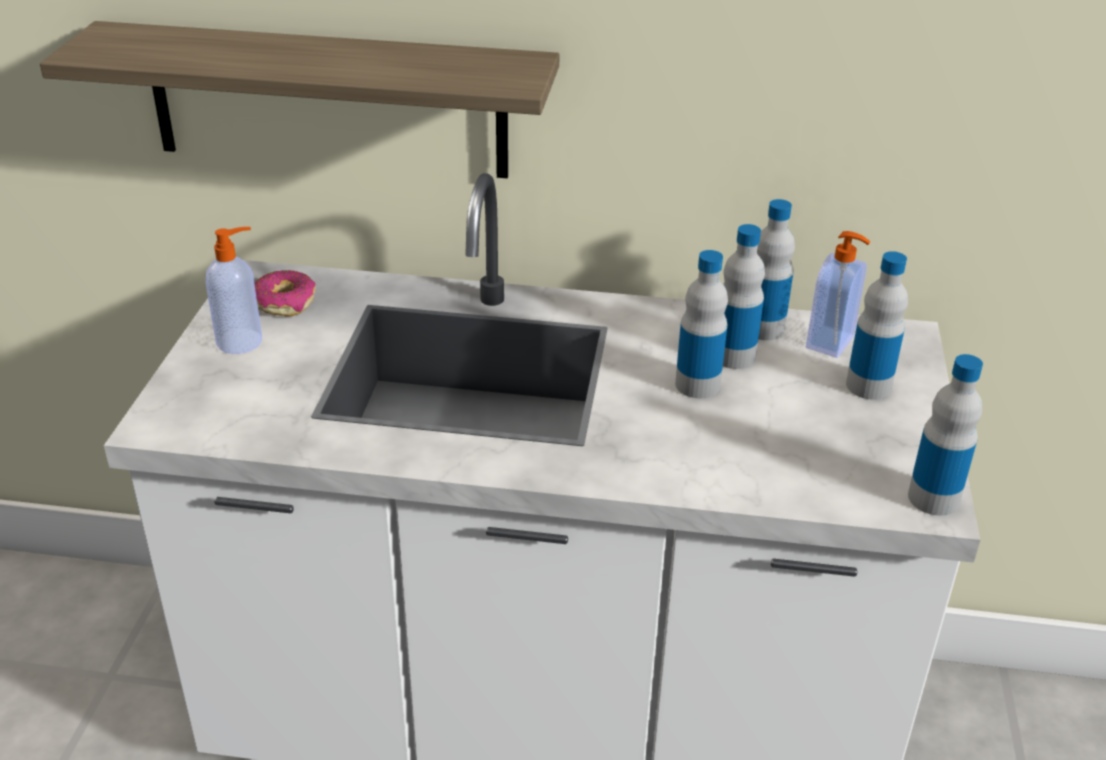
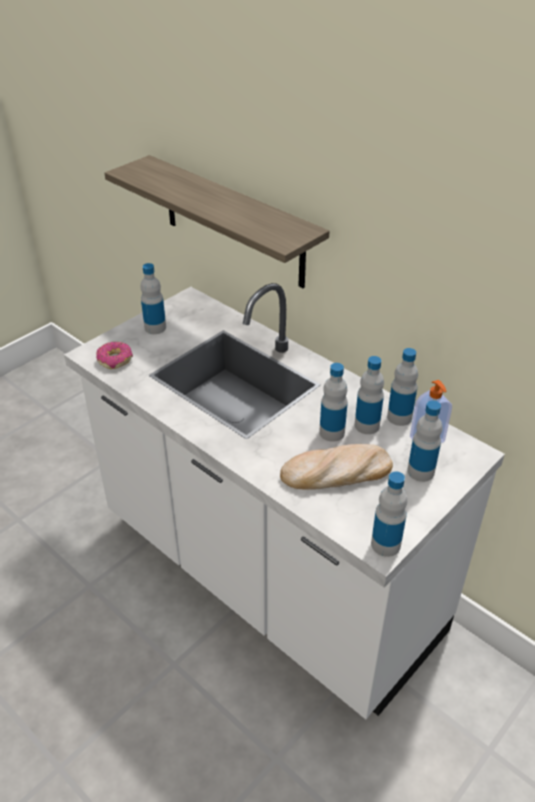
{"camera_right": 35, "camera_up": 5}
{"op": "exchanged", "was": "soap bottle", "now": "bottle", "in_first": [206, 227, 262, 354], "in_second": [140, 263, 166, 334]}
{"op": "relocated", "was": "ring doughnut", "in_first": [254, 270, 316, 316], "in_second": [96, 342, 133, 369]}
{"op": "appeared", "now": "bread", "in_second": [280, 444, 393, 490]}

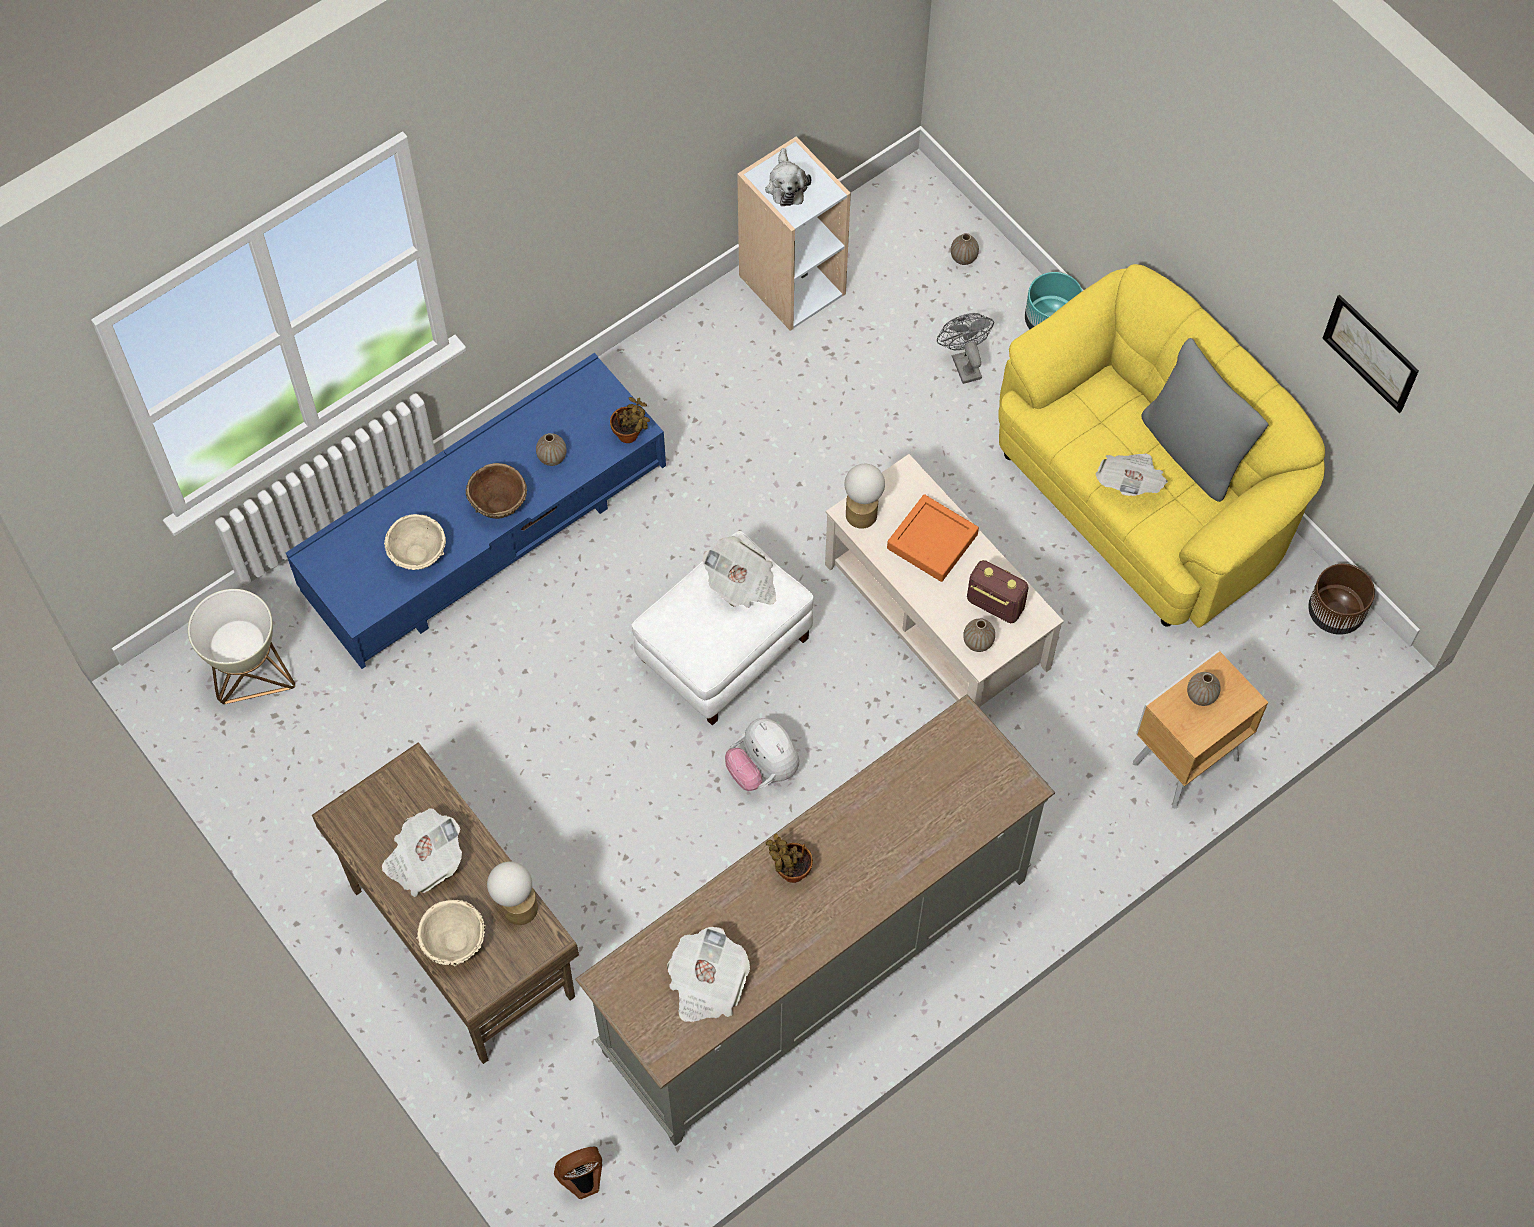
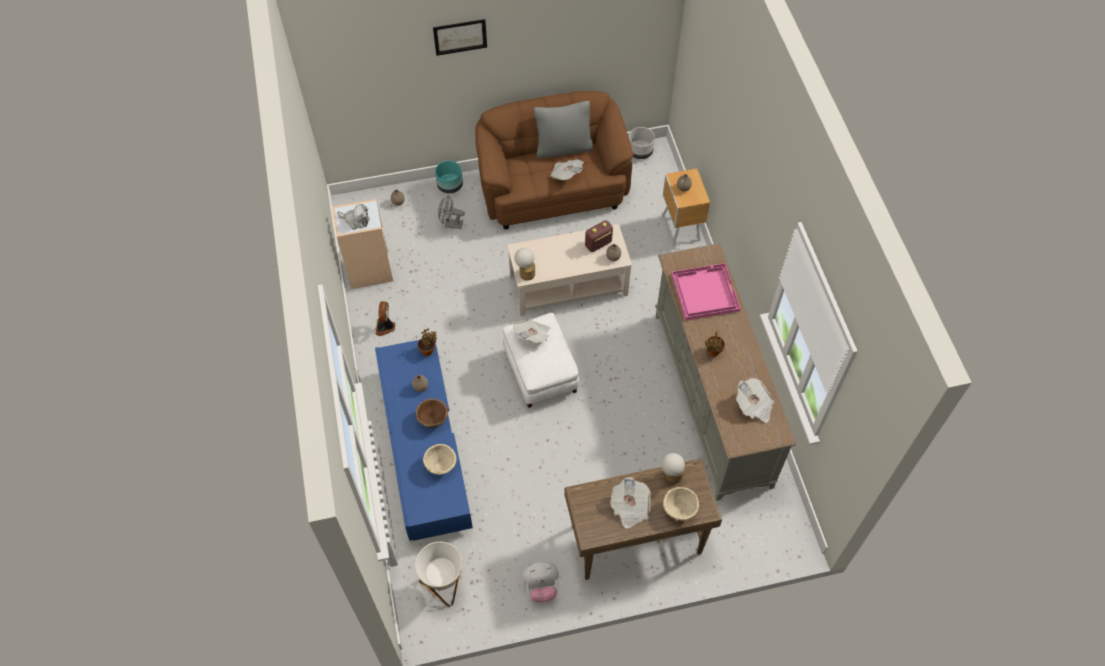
{"camera_right": -65, "camera_up": -5}
{"op": "relocated", "was": "cooling fan", "in_first": [554, 1147, 602, 1199], "in_second": [376, 301, 395, 336]}
{"op": "relocated", "was": "cuddly toy", "in_first": [725, 718, 799, 791], "in_second": [522, 562, 559, 602]}
{"op": "missing", "was": "orange-coloured tray", "in_first": [887, 494, 979, 582]}
{"op": "colour", "was": "yellow-coloured sofa", "now": "brownish sofa", "in_first": [998, 264, 1325, 628], "in_second": [475, 91, 634, 229]}
{"op": "colour", "was": "brownish plant pot", "now": "grey plant pot", "in_first": [1308, 564, 1375, 635], "in_second": [629, 127, 655, 159]}
{"op": "relocated", "was": "picture", "in_first": [1322, 295, 1419, 413], "in_second": [433, 19, 487, 56]}
{"op": "appeared", "now": "pinkish tray", "in_second": [672, 263, 741, 320]}

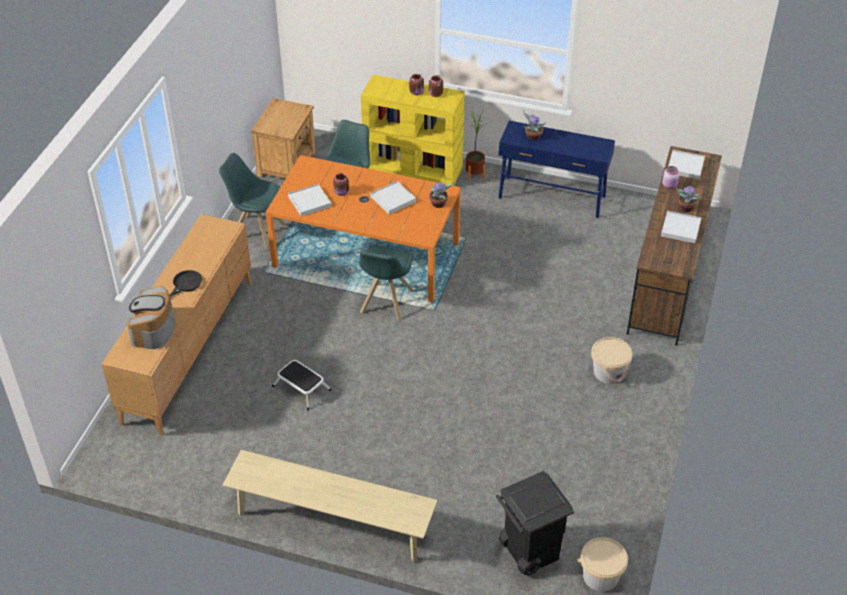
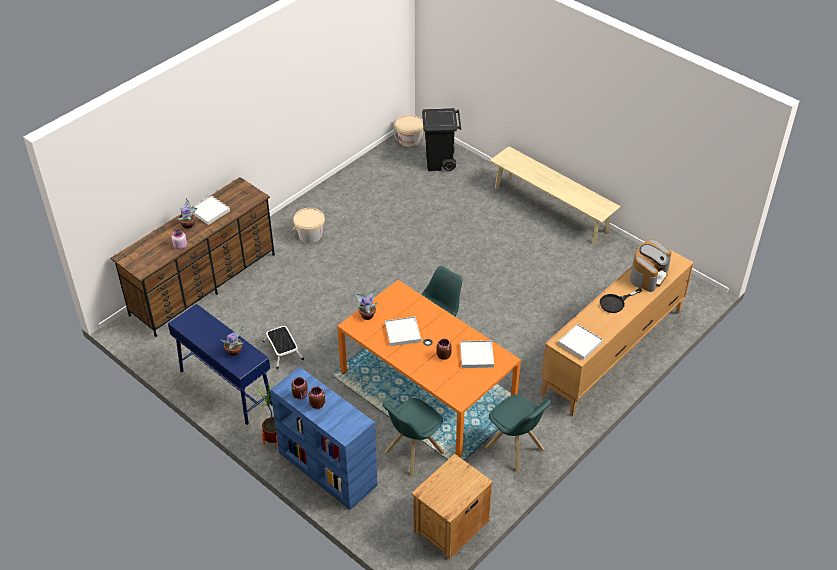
{"camera_right": -155, "camera_up": 0}
{"op": "relocated", "was": "black step ladder", "in_first": [272, 360, 332, 411], "in_second": [262, 326, 304, 369]}
{"op": "colour", "was": "yellow-coloured shelving unit", "now": "bluish shelving unit", "in_first": [361, 75, 465, 186], "in_second": [270, 367, 378, 510]}
{"op": "relocated", "was": "whitish tray", "in_first": [668, 150, 705, 179], "in_second": [558, 324, 603, 360]}

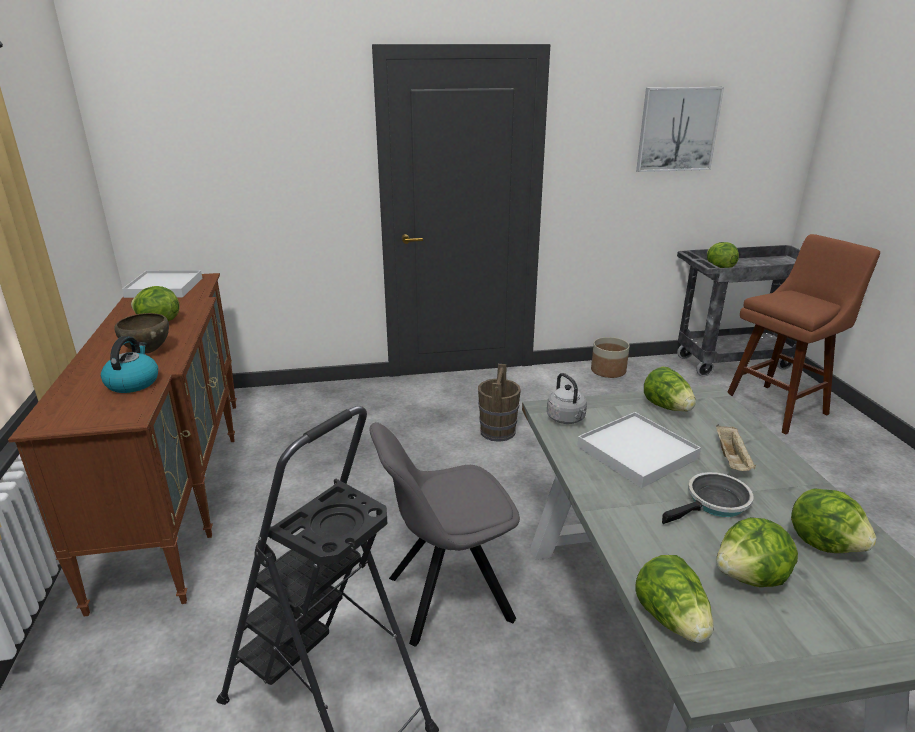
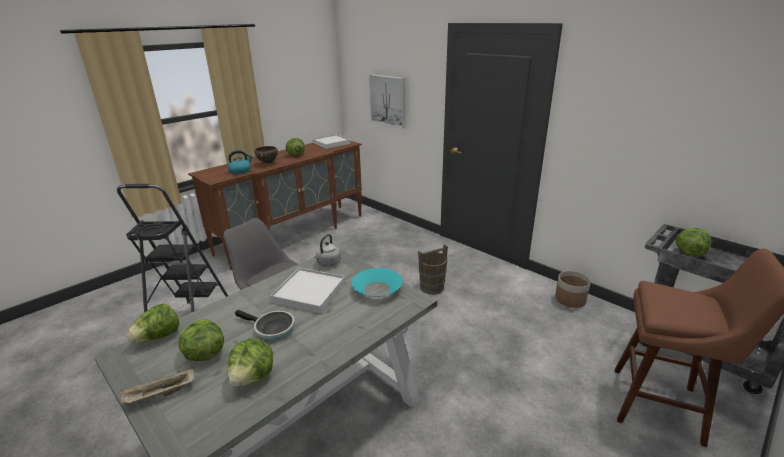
{"camera_right": 55, "camera_up": 0}
{"op": "relocated", "was": "picture", "in_first": [636, 87, 724, 172], "in_second": [369, 74, 405, 128]}
{"op": "exchanged", "was": "lettuce head", "now": "blue-green serving bowl", "in_first": [644, 367, 696, 412], "in_second": [351, 268, 402, 297]}
{"op": "relocated", "was": "beige-coloured tray", "in_first": [716, 424, 756, 471], "in_second": [120, 368, 194, 405]}

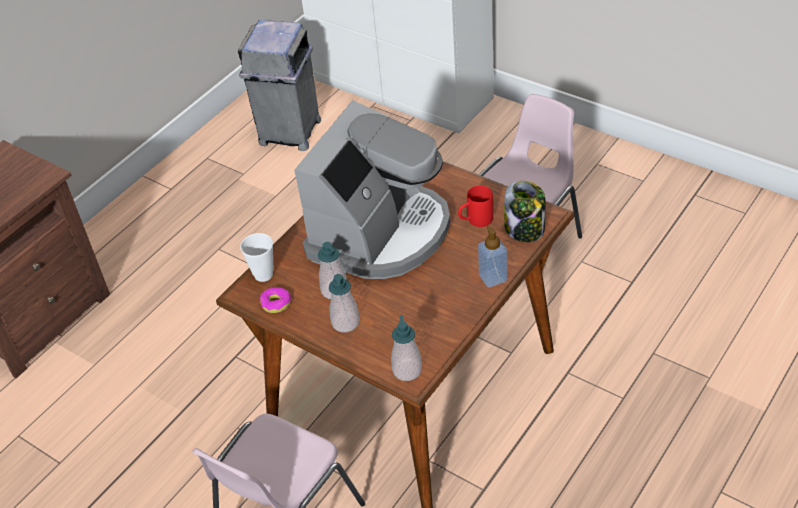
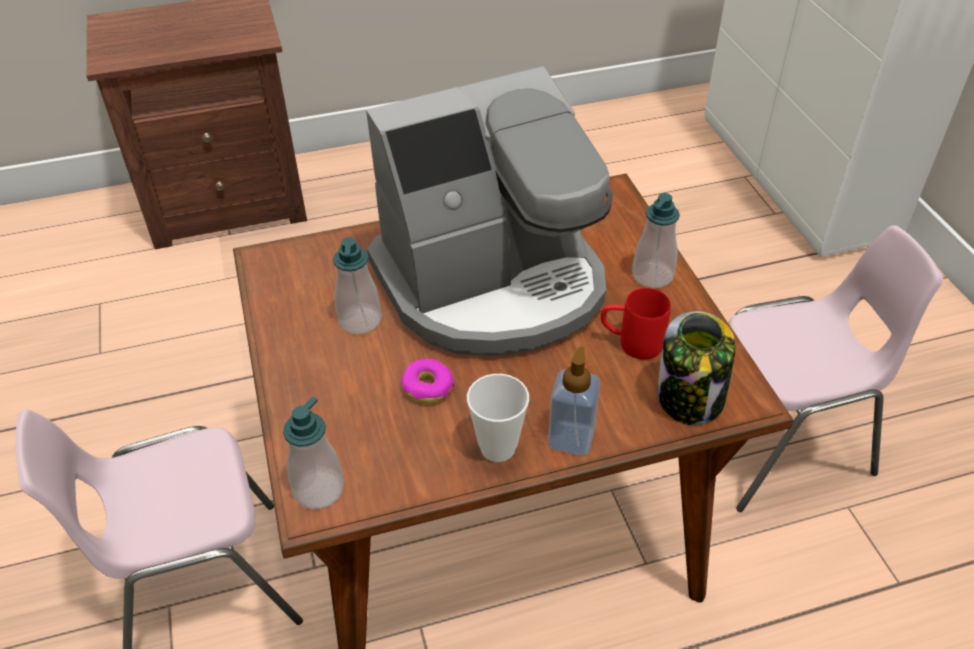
{"camera_right": 35, "camera_up": 0}
{"op": "missing", "was": "grey waste bin", "in_first": [238, 20, 321, 151]}
{"op": "relocated", "was": "small cup", "in_first": [240, 233, 273, 282], "in_second": [467, 374, 529, 462]}
{"op": "relocated", "was": "ring doughnut", "in_first": [260, 287, 291, 313], "in_second": [401, 359, 454, 404]}
{"op": "relocated", "was": "soap bottle", "in_first": [329, 274, 360, 332], "in_second": [632, 193, 680, 288]}

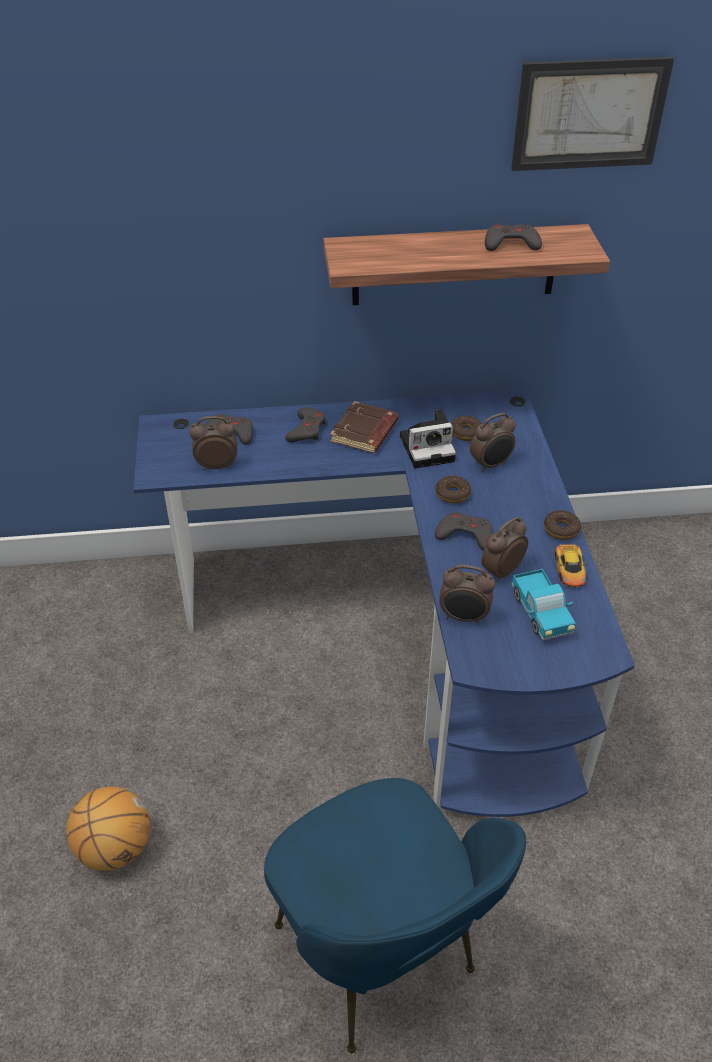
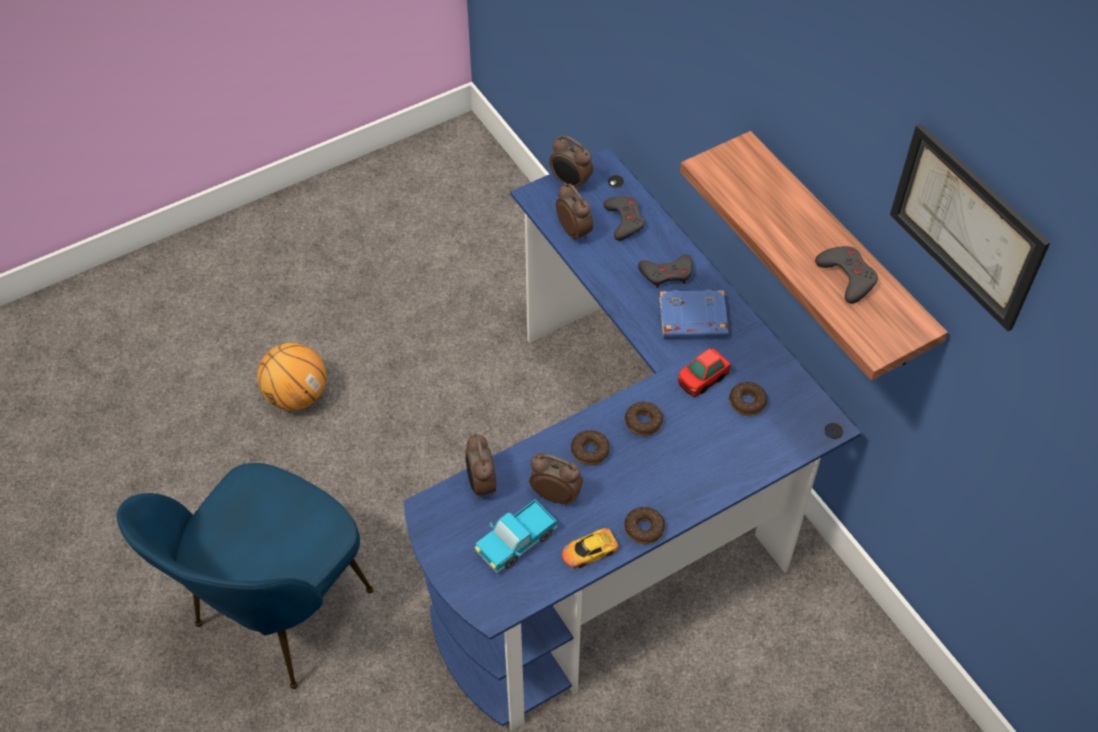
{"camera_right": 65, "camera_up": 10}
{"op": "colour", "was": "brownish volume", "now": "bluish volume", "in_first": [330, 401, 398, 453], "in_second": [659, 289, 728, 339]}
{"op": "exchanged", "was": "still camera", "now": "miniature car", "in_first": [400, 409, 456, 469], "in_second": [678, 348, 730, 397]}
{"op": "exchanged", "was": "grey joypad", "now": "ring doughnut", "in_first": [435, 512, 493, 550], "in_second": [571, 430, 610, 465]}
{"op": "relocated", "was": "table clock", "in_first": [470, 413, 516, 472], "in_second": [549, 136, 593, 191]}

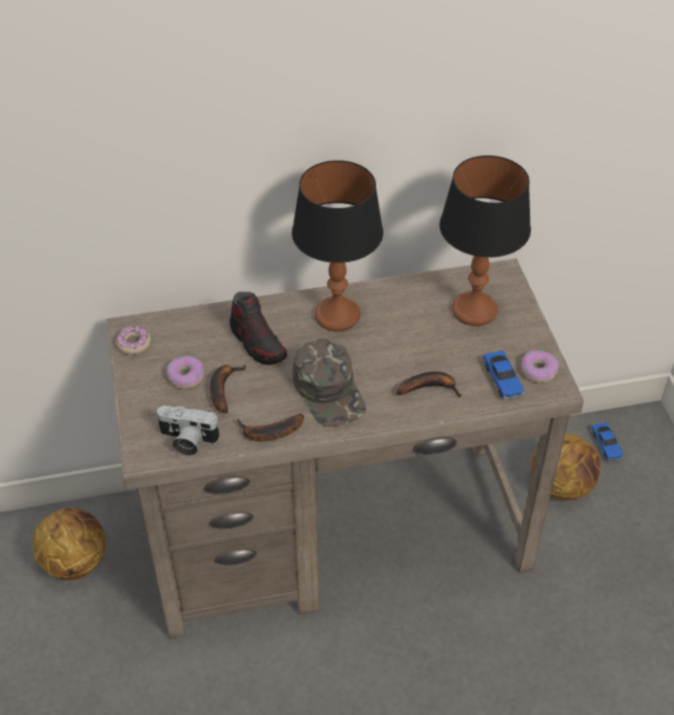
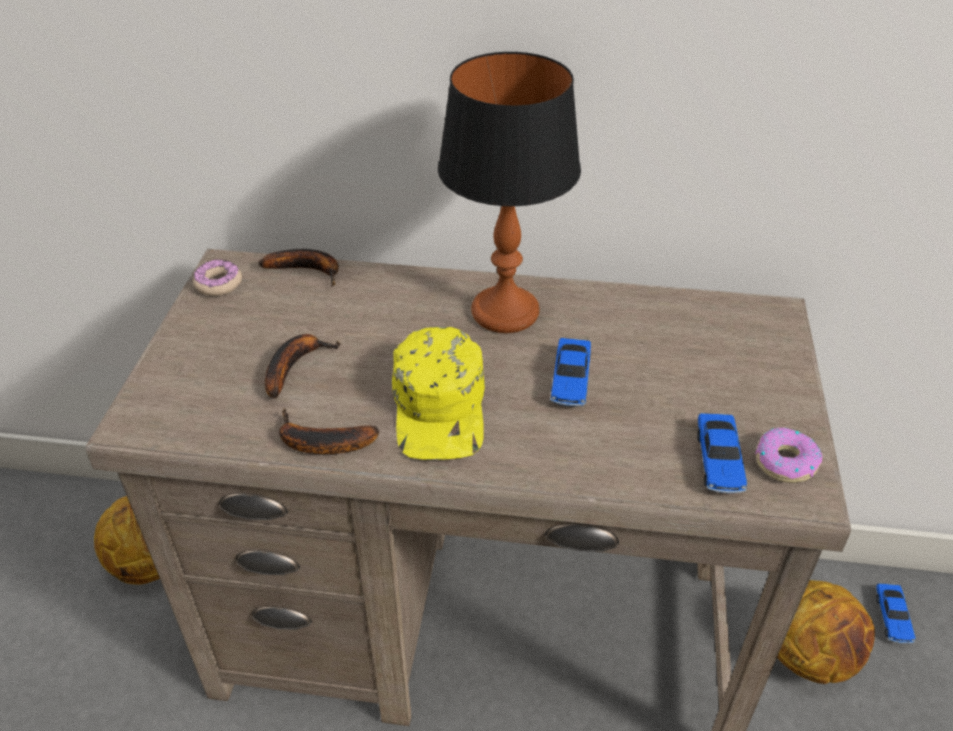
{"camera_right": 20, "camera_up": -5}
{"op": "missing", "was": "still camera", "in_first": [156, 405, 220, 456]}
{"op": "missing", "was": "ring doughnut", "in_first": [166, 356, 204, 389]}
{"op": "missing", "was": "low shoe", "in_first": [229, 292, 287, 365]}
{"op": "colour", "was": "green cap", "now": "yellow-coloured cap", "in_first": [292, 338, 366, 427], "in_second": [392, 326, 485, 460]}
{"op": "relocated", "was": "banana", "in_first": [396, 372, 462, 398], "in_second": [258, 249, 339, 287]}
{"op": "missing", "was": "lamp for a table", "in_first": [439, 155, 531, 326]}
{"op": "appeared", "now": "miniature car", "in_second": [550, 338, 591, 406]}

